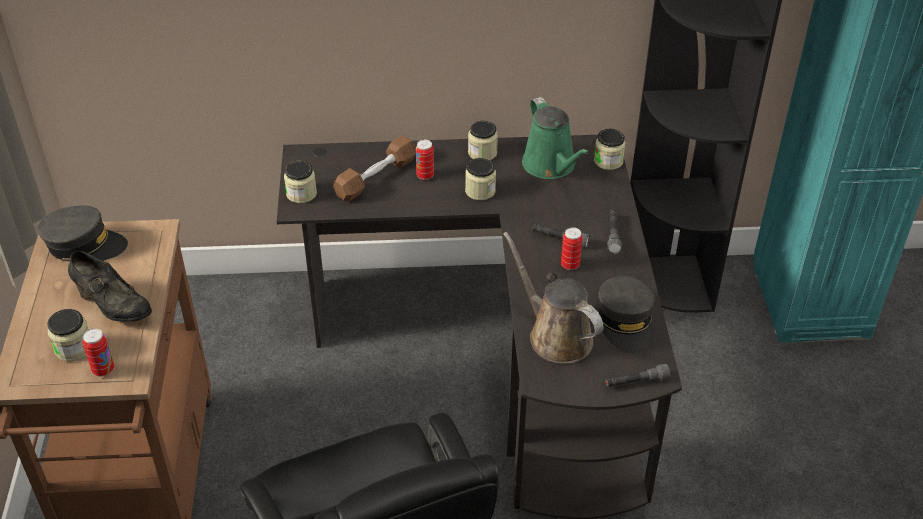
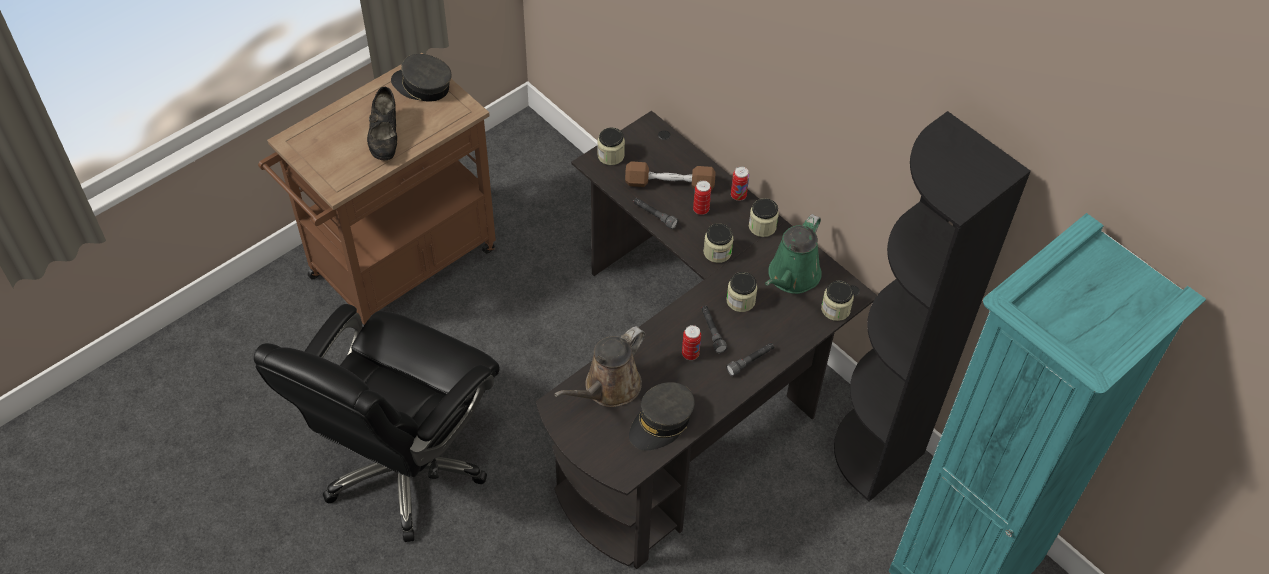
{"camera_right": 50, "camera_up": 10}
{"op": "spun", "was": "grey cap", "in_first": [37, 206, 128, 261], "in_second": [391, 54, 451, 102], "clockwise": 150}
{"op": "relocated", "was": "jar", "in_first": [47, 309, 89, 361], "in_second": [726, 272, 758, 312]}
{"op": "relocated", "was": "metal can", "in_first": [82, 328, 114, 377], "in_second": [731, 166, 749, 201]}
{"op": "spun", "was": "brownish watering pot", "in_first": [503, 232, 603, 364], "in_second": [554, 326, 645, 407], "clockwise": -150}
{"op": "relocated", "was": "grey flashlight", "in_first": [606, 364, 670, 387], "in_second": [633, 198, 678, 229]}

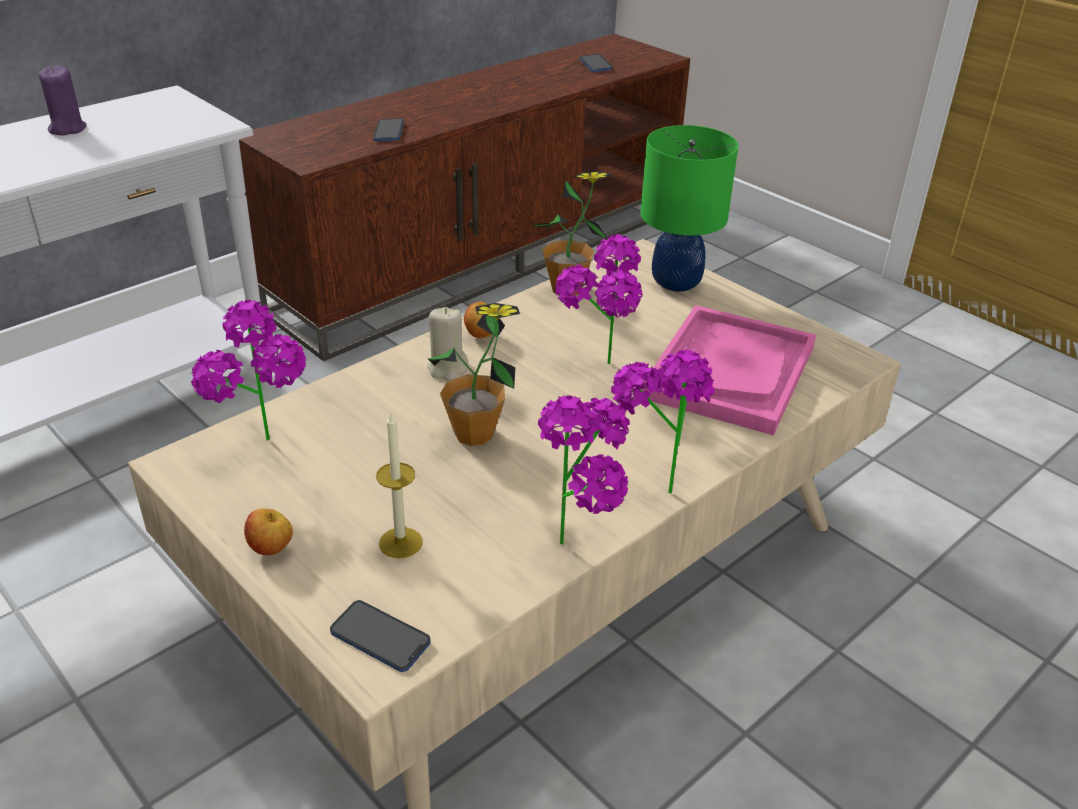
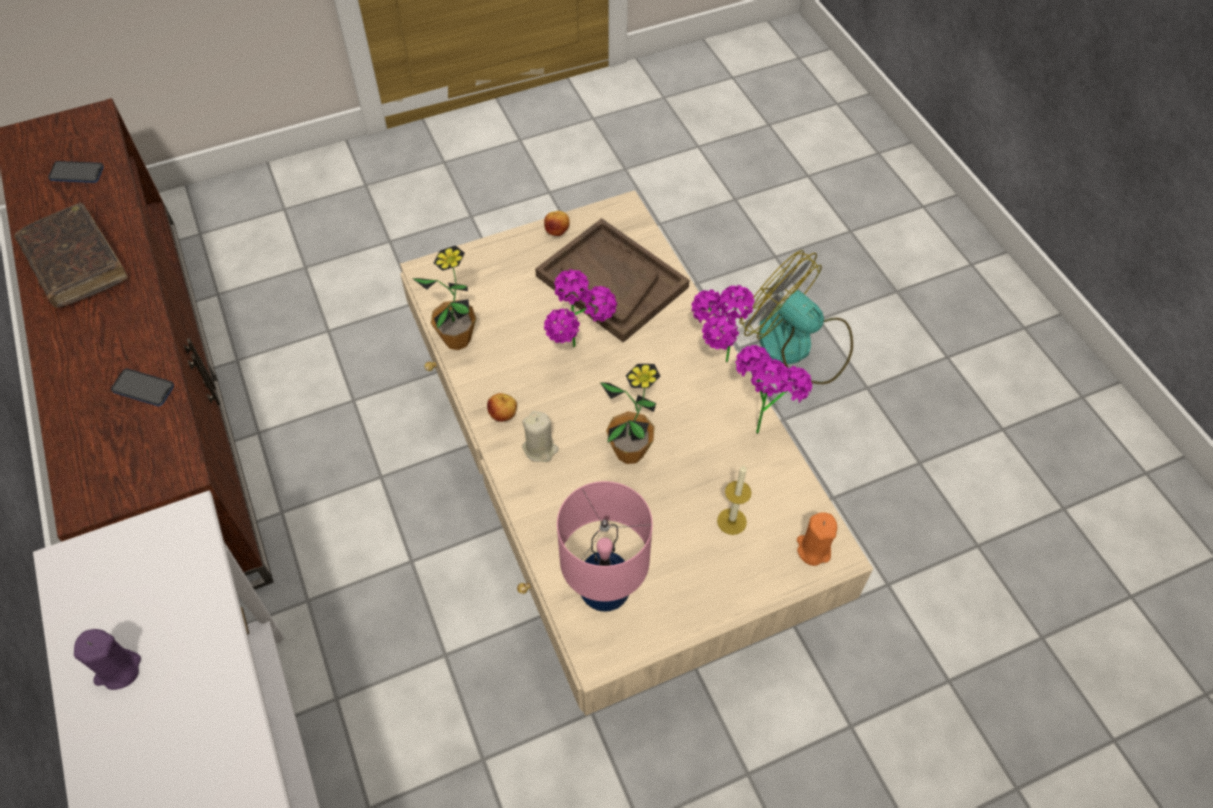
{"camera_right": -70, "camera_up": 20}
{"op": "exchanged", "was": "plant in a pot", "now": "pinkish lamp for a table", "in_first": [191, 300, 306, 440], "in_second": [557, 481, 653, 612]}
{"op": "relocated", "was": "apple", "in_first": [244, 509, 293, 555], "in_second": [544, 211, 570, 236]}
{"op": "exchanged", "was": "telephone", "now": "orange-coloured wax candle", "in_first": [330, 600, 431, 672], "in_second": [797, 512, 837, 566]}
{"op": "missing", "was": "green lamp for a table", "in_first": [640, 125, 738, 292]}
{"op": "colour", "was": "pinkish tray", "now": "brownish tray", "in_first": [642, 305, 816, 435], "in_second": [535, 218, 689, 342]}
{"op": "appeared", "now": "brownish volume", "in_second": [14, 203, 128, 308]}
{"op": "appeared", "now": "cooling fan", "in_second": [739, 250, 853, 384]}

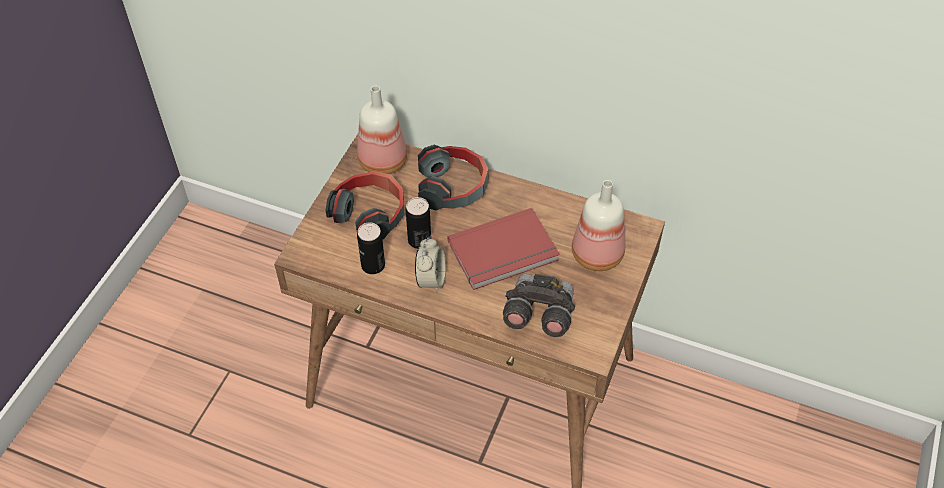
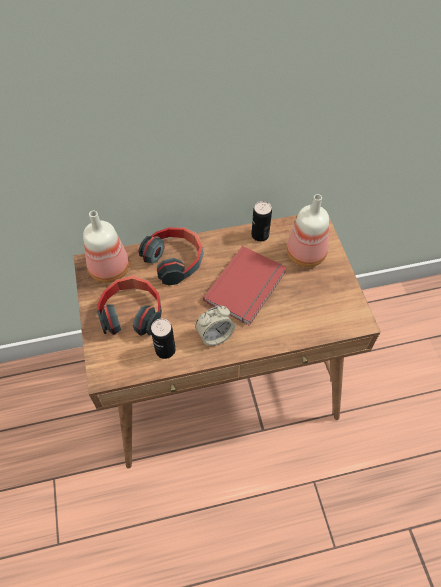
{"camera_right": -35, "camera_up": 5}
{"op": "relocated", "was": "metal can", "in_first": [406, 197, 431, 249], "in_second": [251, 201, 272, 241]}
{"op": "spun", "was": "table clock", "in_first": [415, 237, 446, 293], "in_second": [195, 306, 235, 346], "clockwise": 90}
{"op": "missing", "was": "grey binoculars", "in_first": [503, 274, 575, 337]}

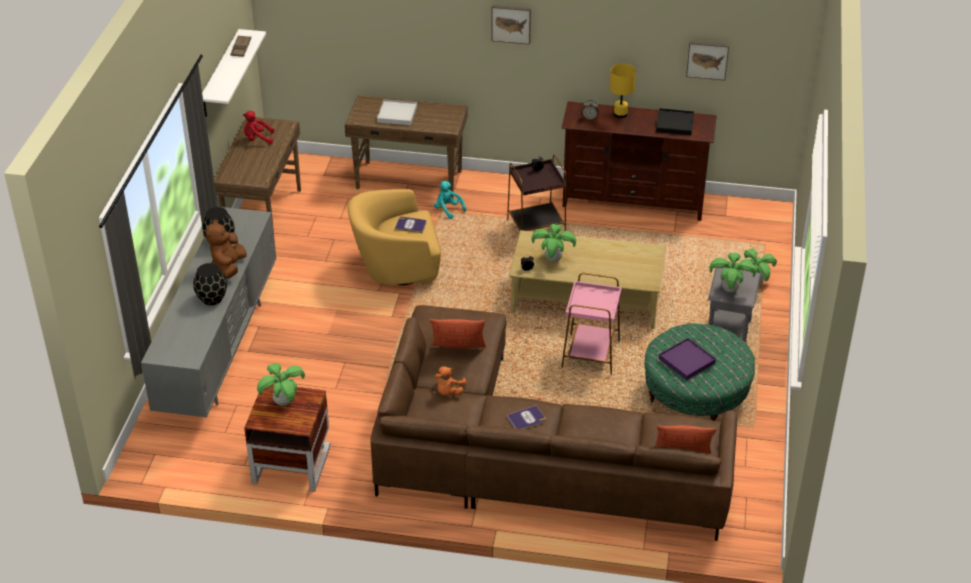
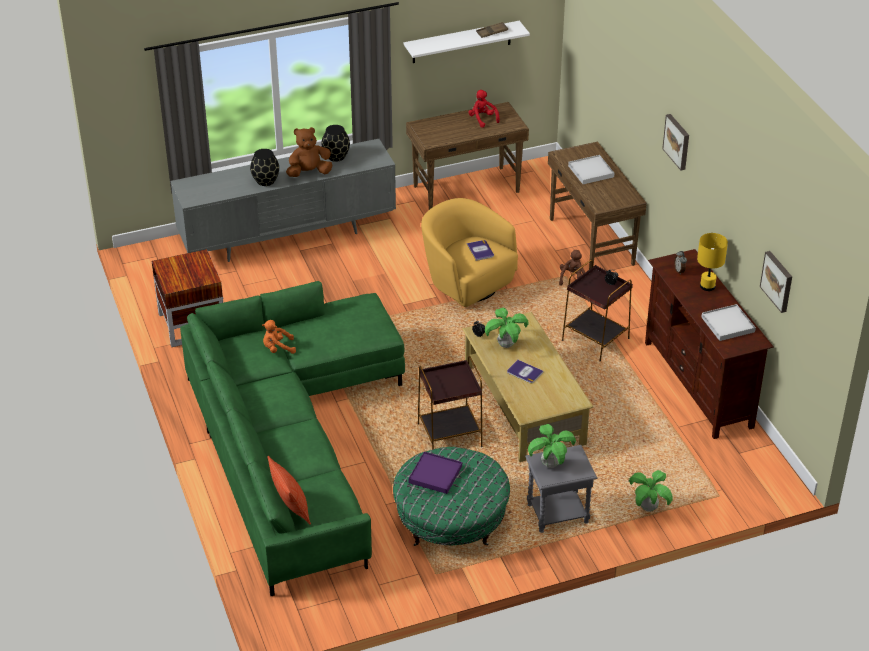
{"camera_right": 60, "camera_up": 0}
{"op": "missing", "was": "plant in a pot", "in_first": [257, 363, 305, 406]}
{"op": "colour", "was": "brownish sofa", "now": "green sofa", "in_first": [370, 305, 737, 541], "in_second": [180, 281, 405, 596]}
{"op": "missing", "was": "orange-coloured throw pillow", "in_first": [430, 319, 486, 349]}
{"op": "colour", "was": "blue-green cuddly toy", "now": "brownish cuddly toy", "in_first": [434, 181, 466, 219], "in_second": [559, 250, 585, 286]}
{"op": "relocated", "was": "volume", "in_first": [507, 405, 546, 430], "in_second": [507, 360, 543, 384]}
{"op": "colour", "was": "pinkish side table", "now": "brownish side table", "in_first": [561, 273, 622, 376], "in_second": [418, 356, 482, 450]}
{"op": "colour", "was": "black tray", "now": "whitish tray", "in_first": [656, 108, 694, 135], "in_second": [701, 304, 756, 341]}

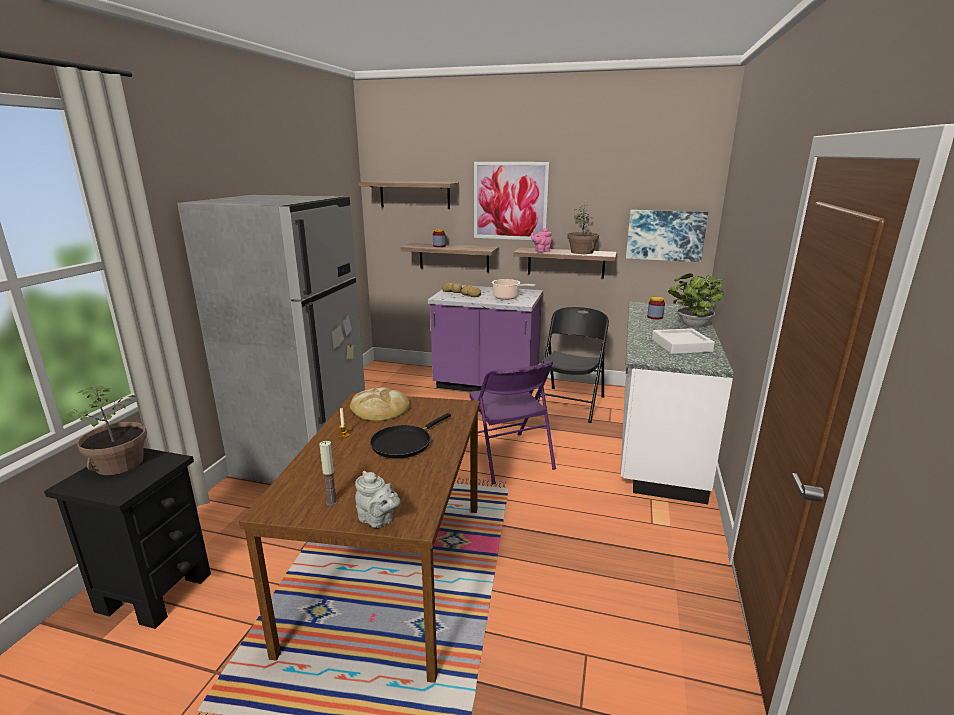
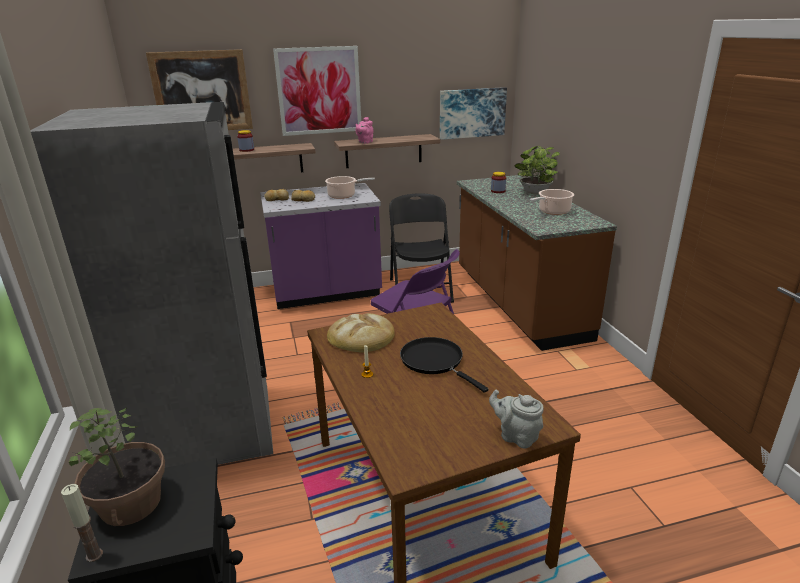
{"camera_right": -30, "camera_up": 5}
{"op": "relocated", "was": "wax candle", "in_first": [320, 441, 338, 506], "in_second": [61, 484, 103, 562]}
{"op": "spun", "was": "grey tea pot", "in_first": [355, 471, 401, 528], "in_second": [489, 390, 544, 448], "clockwise": -150}
{"op": "exchanged", "was": "shelf", "now": "picture", "in_first": [359, 181, 459, 209], "in_second": [146, 49, 253, 130]}
{"op": "spun", "was": "black skillet", "in_first": [370, 413, 451, 458], "in_second": [400, 337, 488, 393], "clockwise": 135}
{"op": "missing", "was": "plant in a pot", "in_first": [567, 205, 599, 254]}
{"op": "colour", "was": "whitish counter", "now": "brownish counter", "in_first": [620, 302, 734, 504], "in_second": [457, 175, 617, 351]}
{"op": "exchanged", "was": "whitish tray", "now": "cooking pot", "in_first": [652, 328, 715, 354], "in_second": [530, 189, 574, 215]}

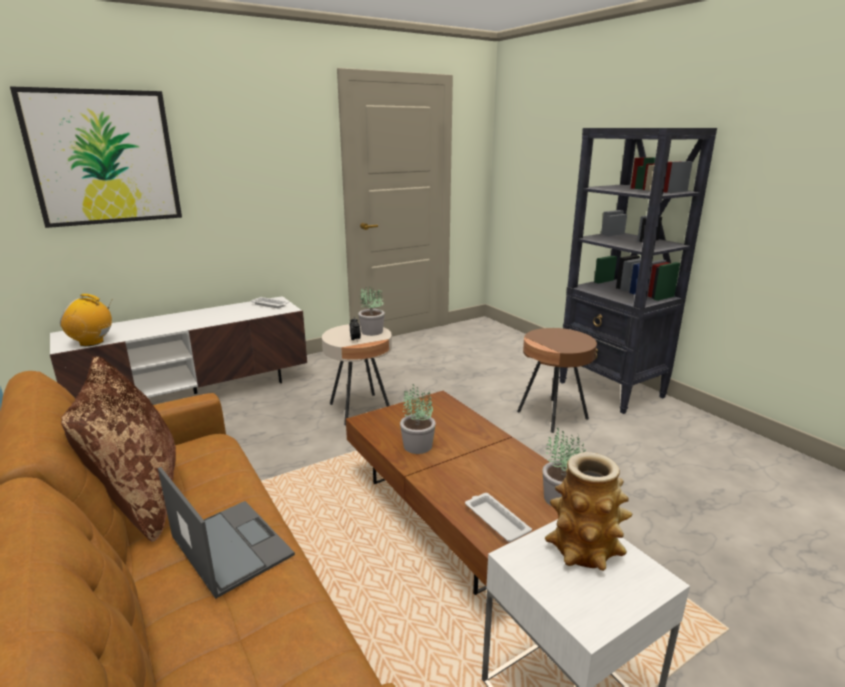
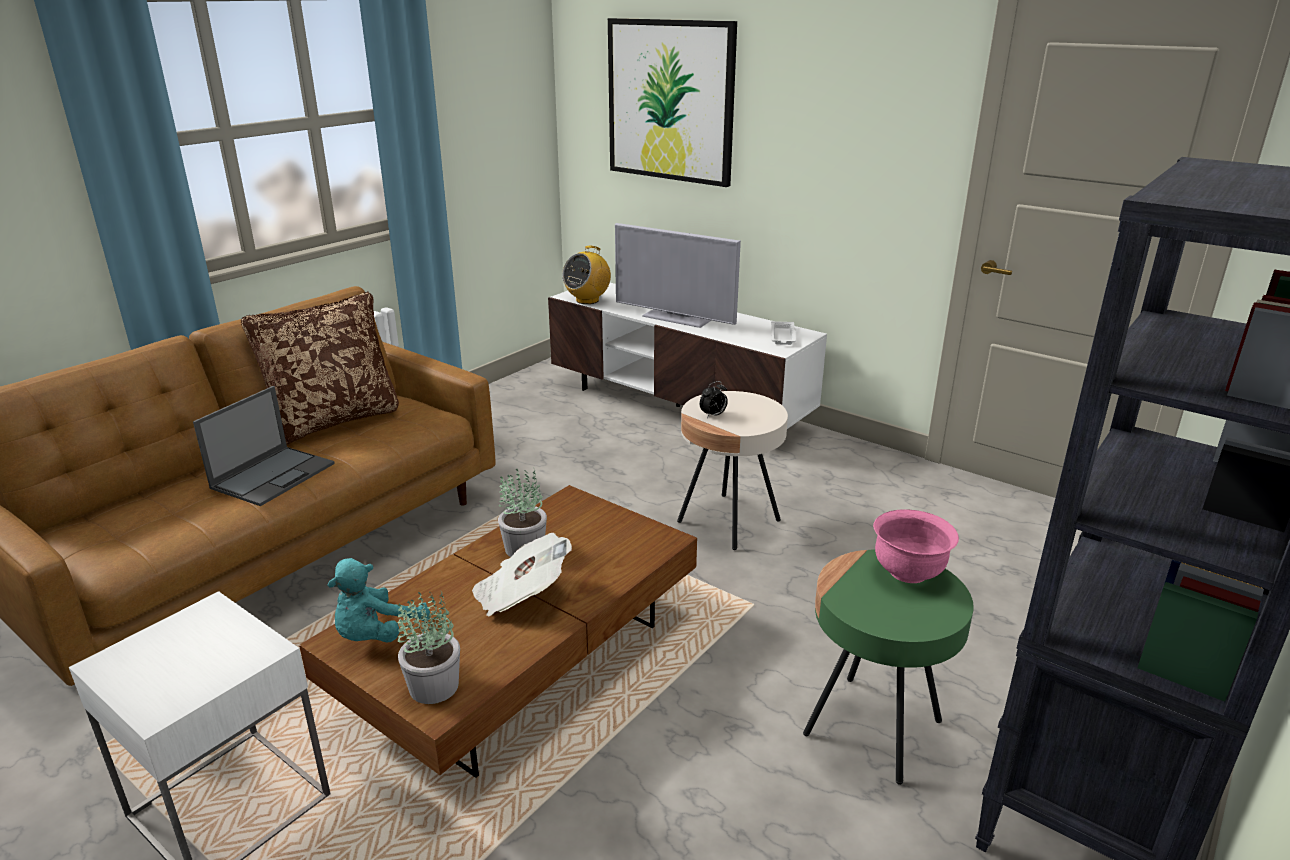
{"camera_right": 70, "camera_up": 5}
{"op": "spun", "was": "radio set", "in_first": [60, 294, 113, 346], "in_second": [562, 245, 611, 304], "clockwise": -120}
{"op": "missing", "was": "plant in a pot", "in_first": [358, 286, 385, 336]}
{"op": "exchanged", "was": "whitish tray", "now": "blue-green cuddly toy", "in_first": [465, 493, 532, 542], "in_second": [328, 558, 430, 642]}
{"op": "colour", "was": "brownish side table", "now": "green side table", "in_first": [517, 328, 597, 433], "in_second": [803, 549, 973, 785]}
{"op": "missing", "was": "flower vase", "in_first": [545, 452, 633, 571]}
{"op": "appeared", "now": "newspaper", "in_second": [472, 533, 572, 617]}
{"op": "appeared", "now": "TV", "in_second": [615, 223, 741, 328]}
{"op": "appeared", "now": "pinkish serving bowl", "in_second": [873, 509, 959, 583]}

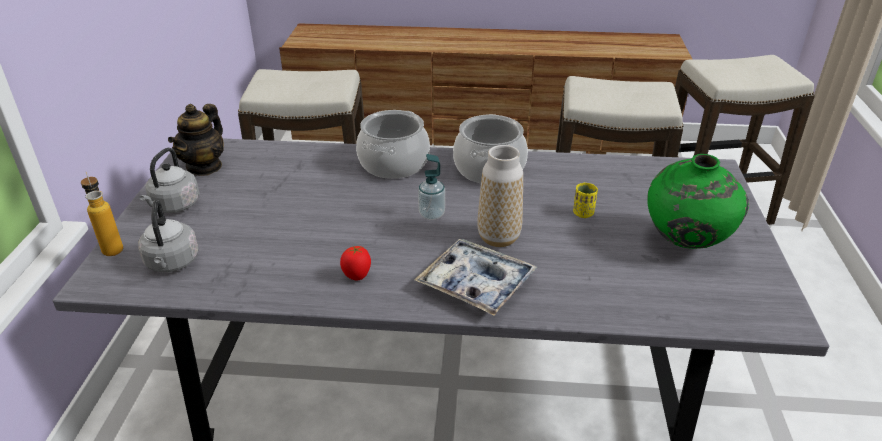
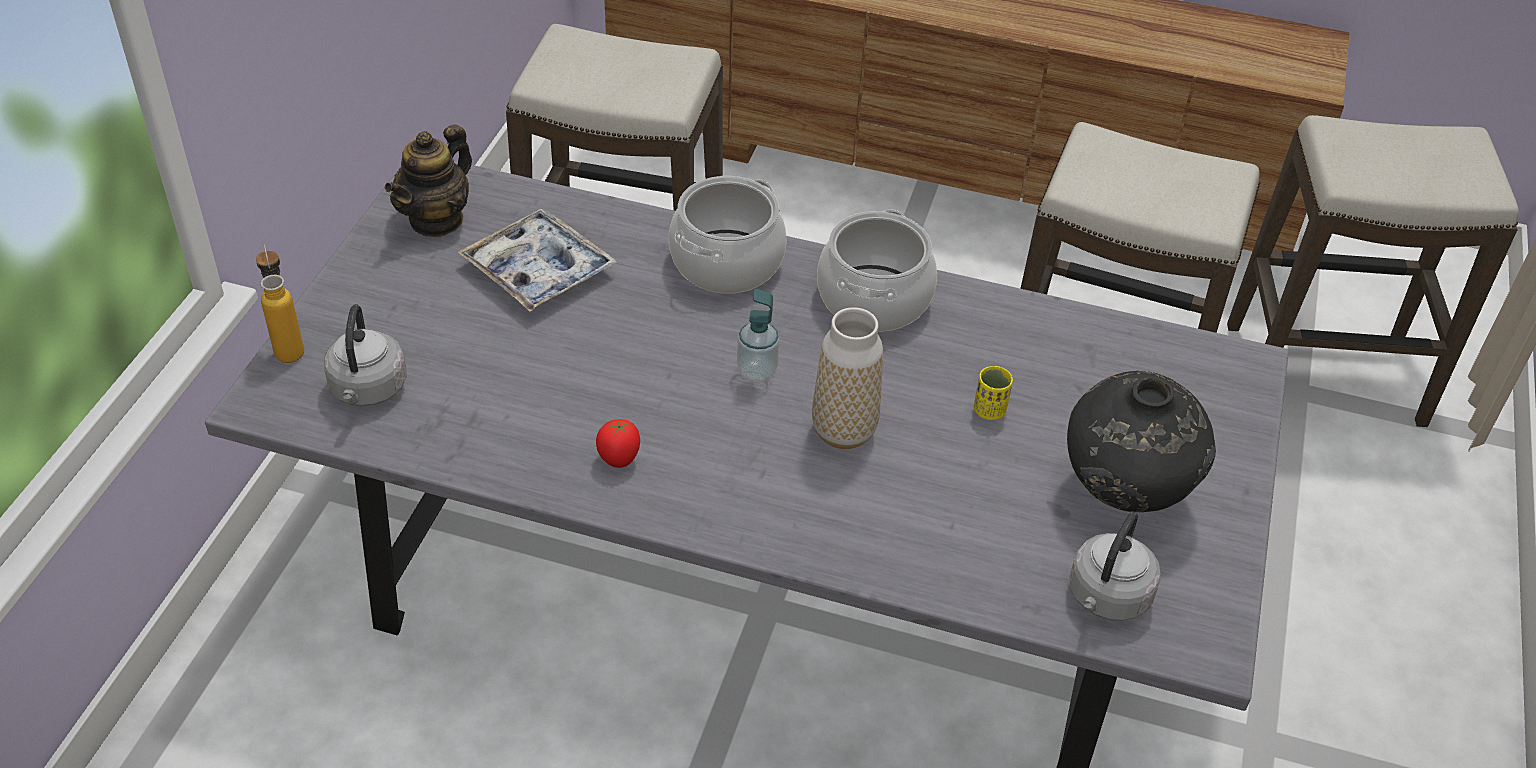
{"camera_right": 10, "camera_up": 10}
{"op": "relocated", "was": "grey kettle", "in_first": [139, 148, 199, 213], "in_second": [1069, 511, 1161, 621]}
{"op": "relocated", "was": "tray", "in_first": [414, 239, 537, 316], "in_second": [458, 209, 617, 312]}
{"op": "colour", "was": "green flower vase", "now": "black flower vase", "in_first": [647, 154, 749, 249], "in_second": [1067, 371, 1216, 512]}

